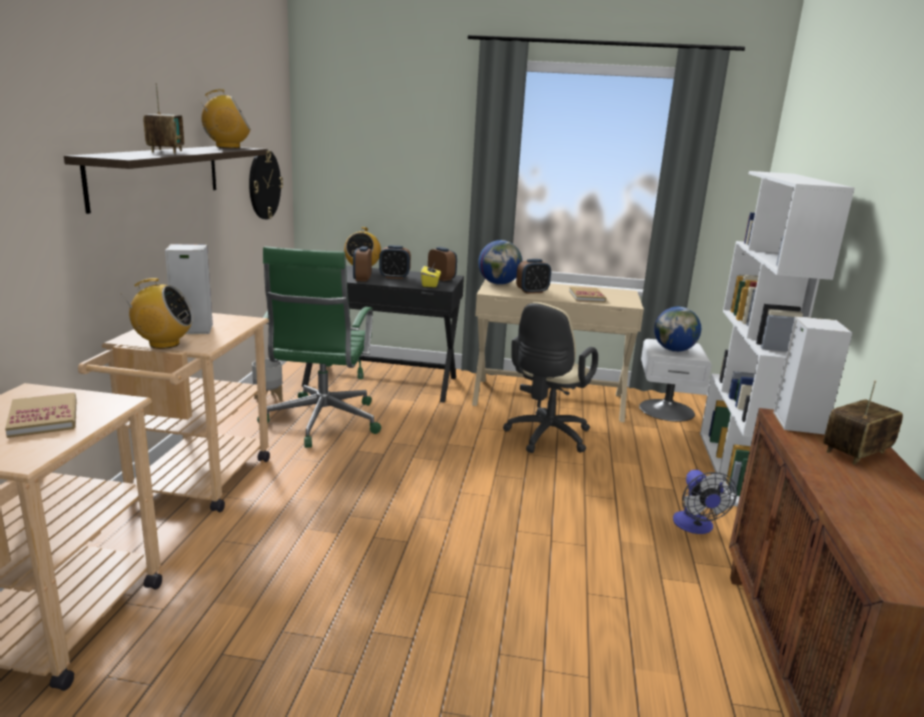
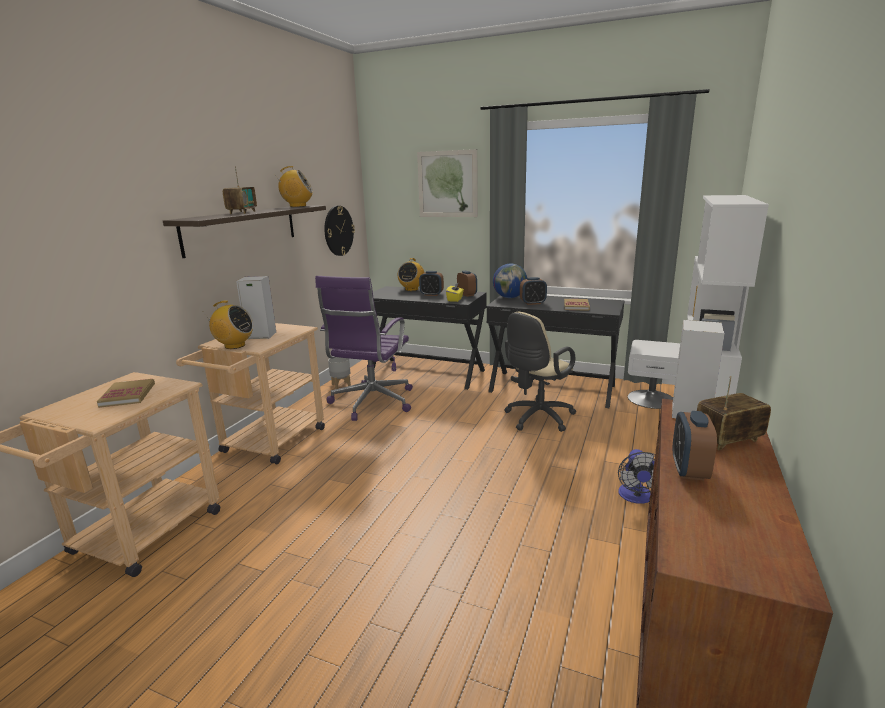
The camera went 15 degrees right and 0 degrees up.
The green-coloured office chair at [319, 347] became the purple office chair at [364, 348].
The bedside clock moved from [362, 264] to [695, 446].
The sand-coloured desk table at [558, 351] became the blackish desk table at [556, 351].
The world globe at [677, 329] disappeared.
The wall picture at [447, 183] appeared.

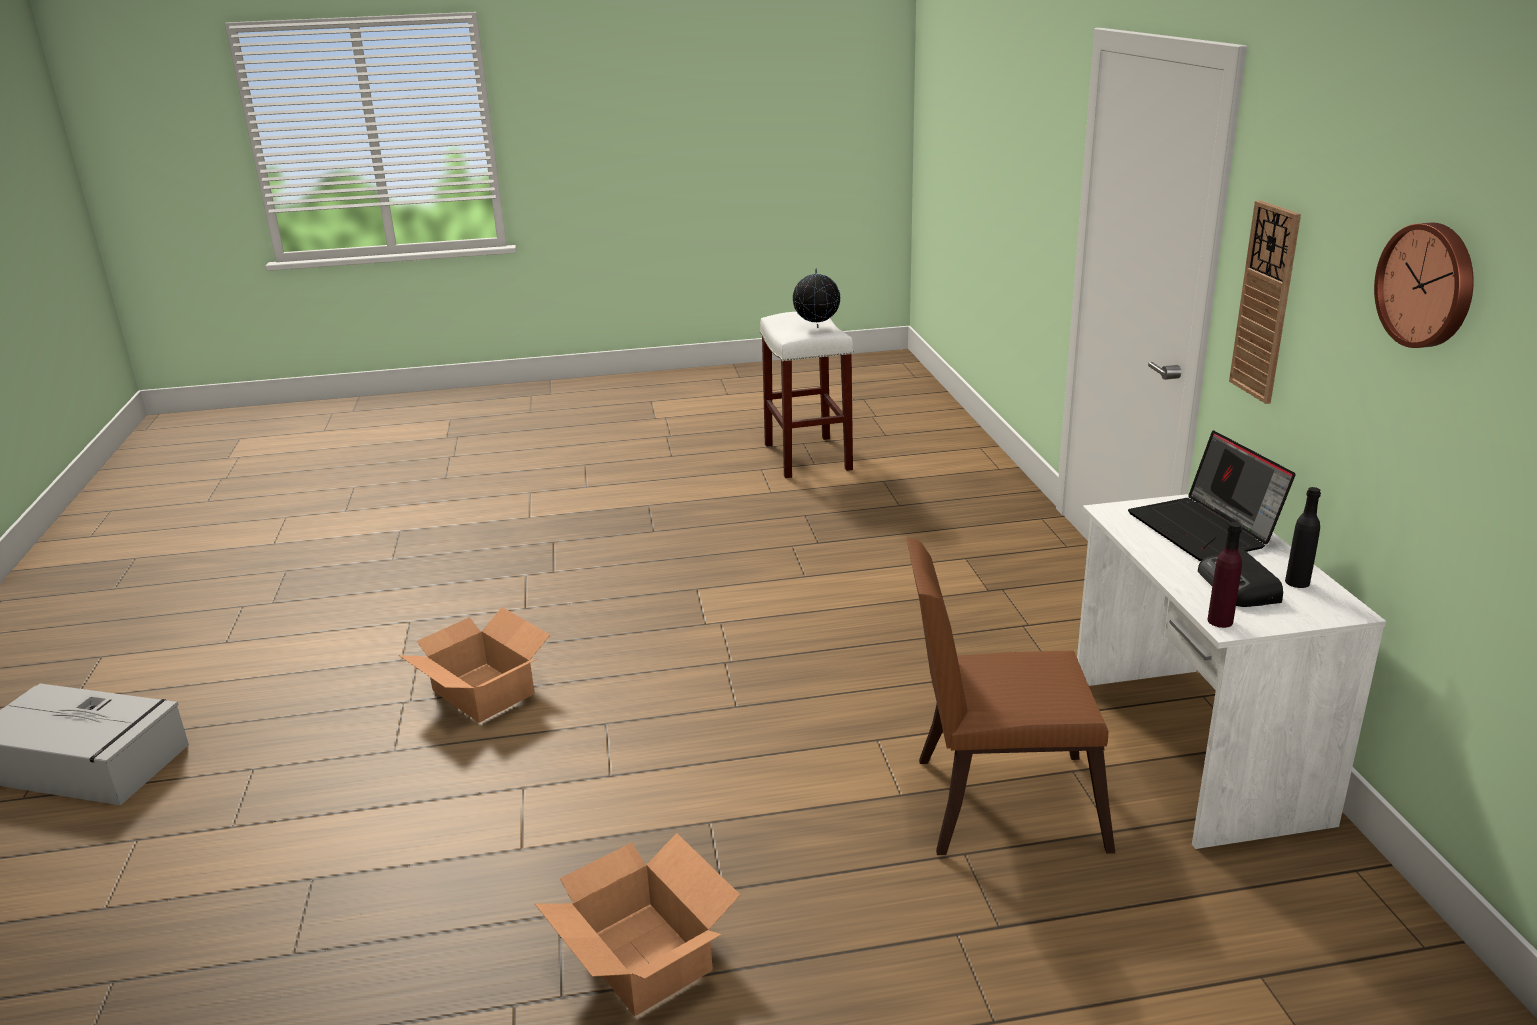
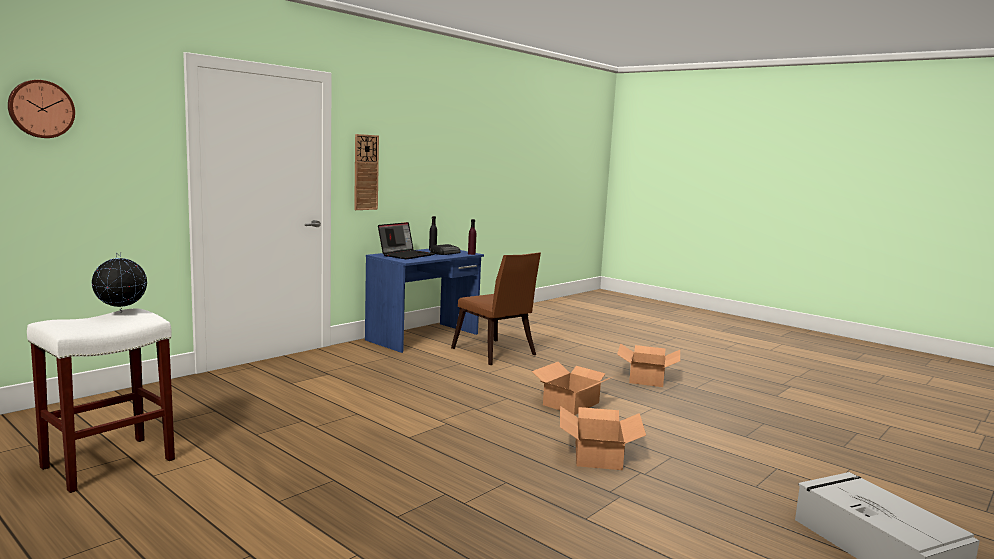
The camera went 130 degrees left and 15 degrees down.
The hanging clock moved from [1424, 285] to [41, 109].
The white-coloured desk table at [1231, 671] became the blue-coloured desk table at [424, 301].
The cardboard box at [573, 388] appeared.

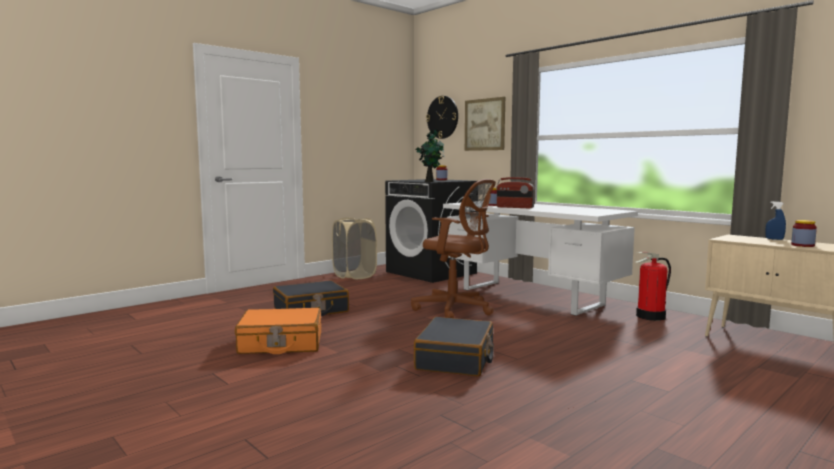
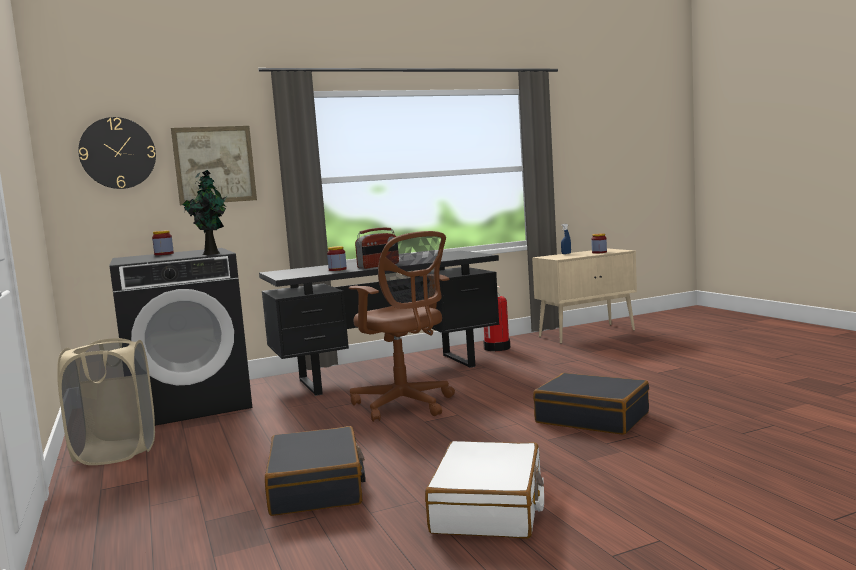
The camera went 70 degrees left and 0 degrees up.
The brownish office chair at [453, 248] turned 90 degrees clockwise.
The white-coloured desk table at [540, 259] became the blackish desk table at [379, 323].
The orange piece of luggage at [278, 331] became the white-coloured piece of luggage at [484, 490].

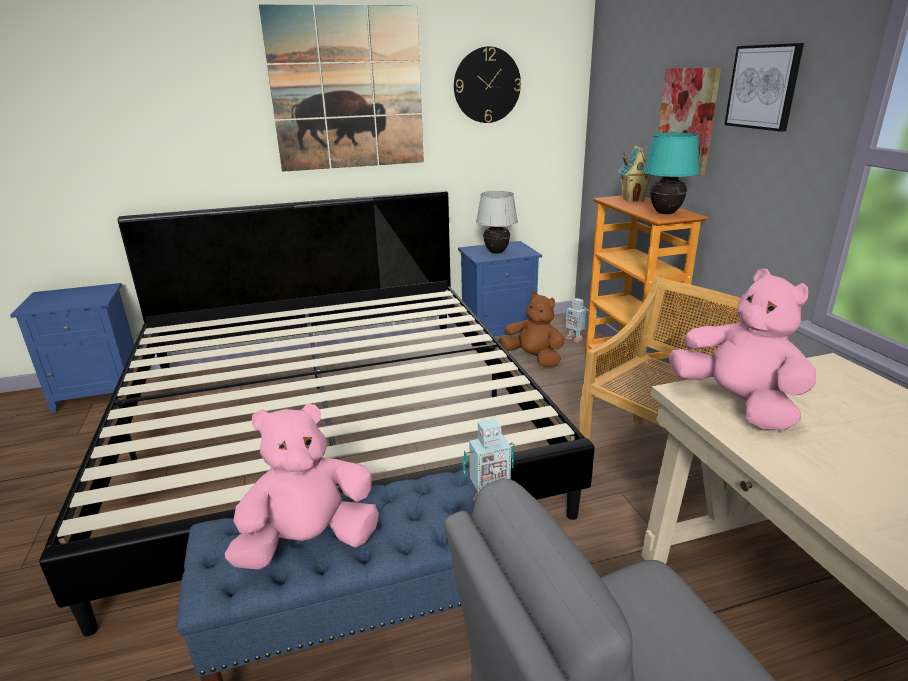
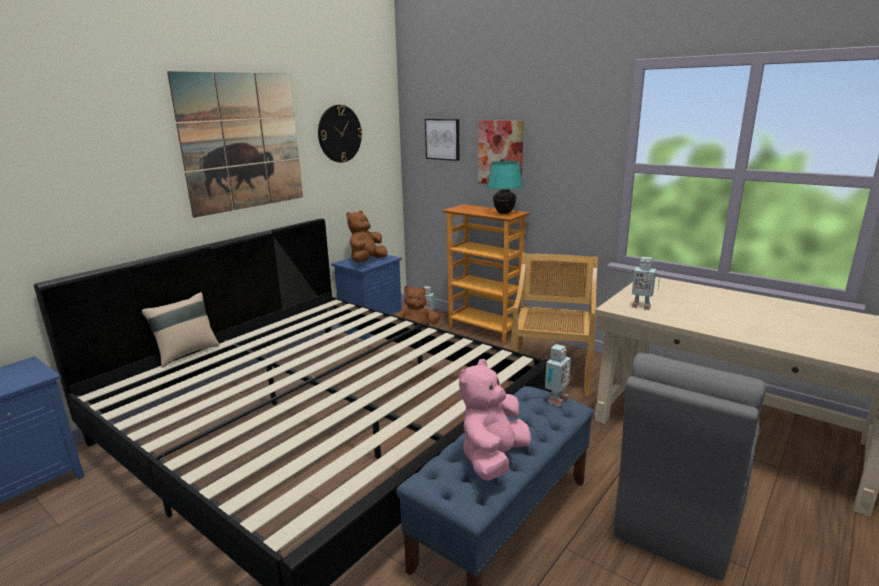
The camera went 35 degrees left and 5 degrees down.
The wall picture moved from [764, 87] to [442, 140].
The toy house at [636, 174] disappeared.
The white-coloured table lamp at [497, 222] was replaced by the brownish plush toy at [366, 236].
The pinkish plush toy at [742, 349] was replaced by the toy robot at [644, 283].
The sand-coloured pillow at [181, 330] appeared.

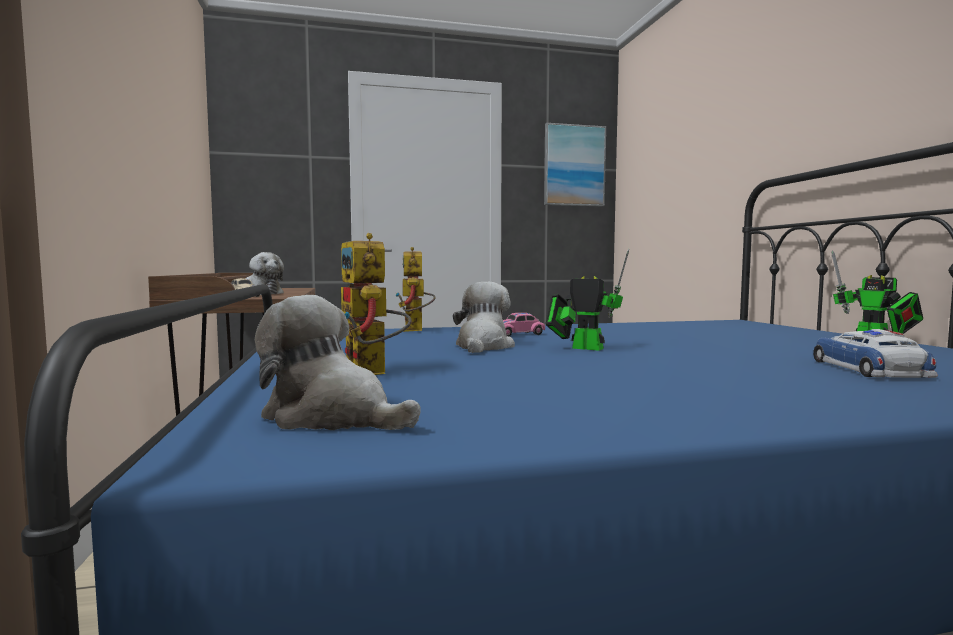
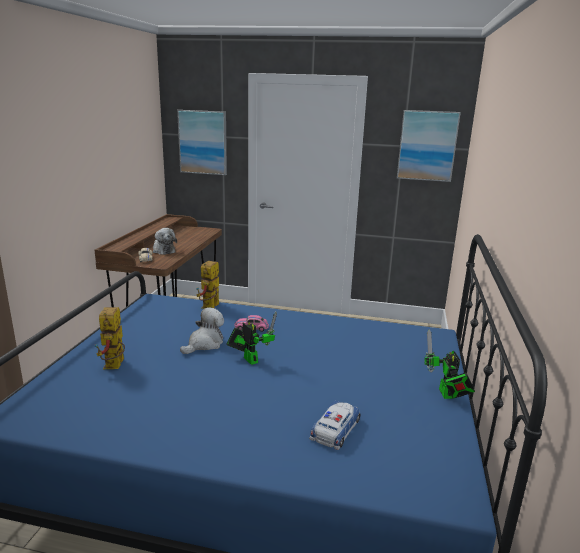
The camera went 25 degrees right and 15 degrees up.
The plush toy at [338, 362] disappeared.
The wall picture at [202, 142] appeared.

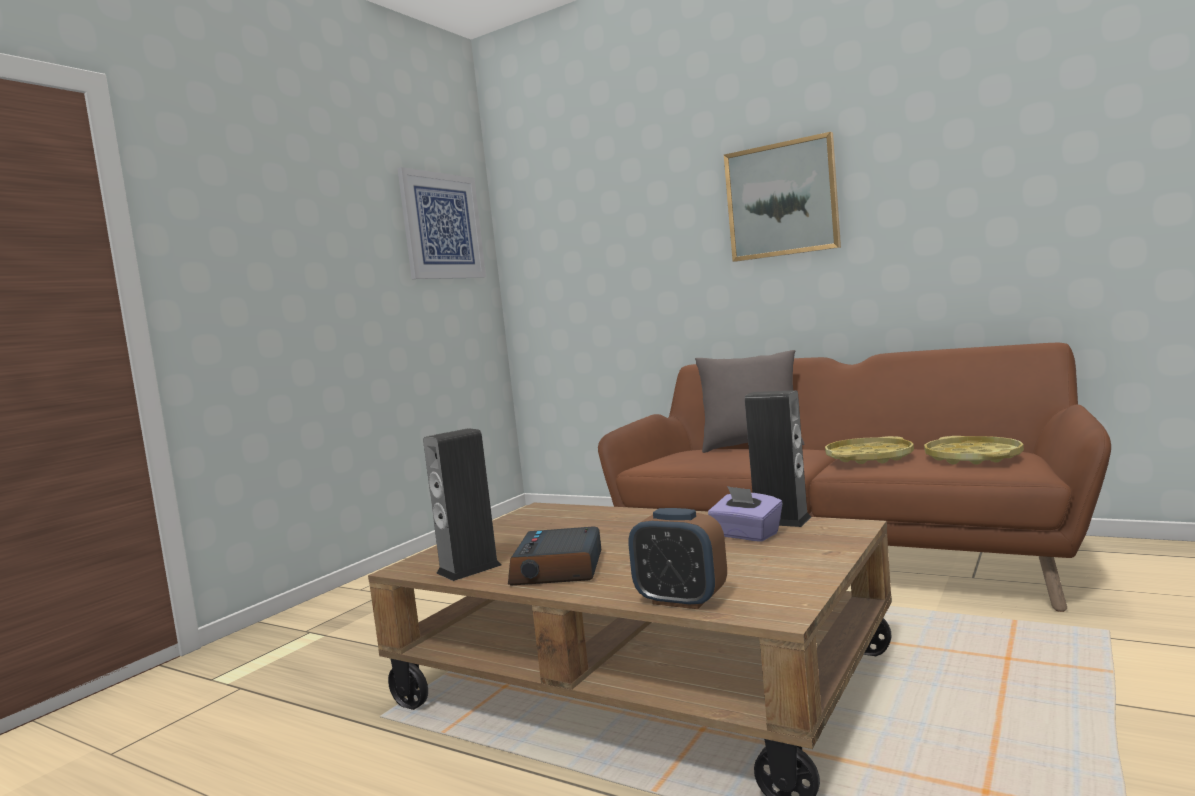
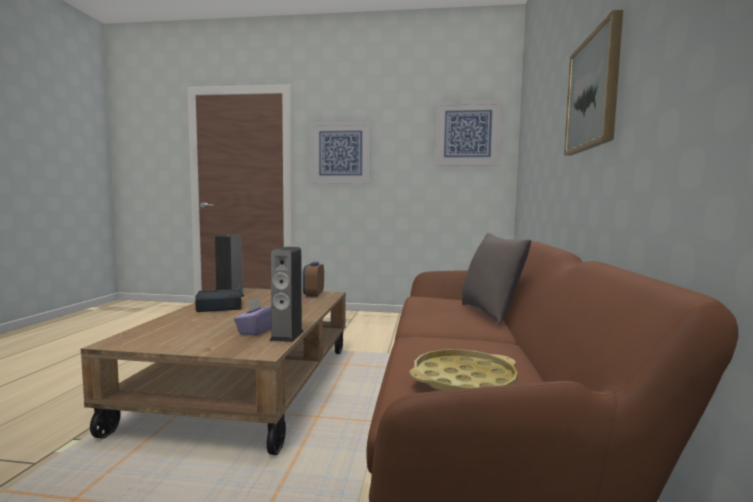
The camera went 65 degrees right and 0 degrees up.
The yellow-coloured carrying tray at [869, 450] disappeared.
The bedside clock moved from [677, 558] to [313, 279].
The wall picture at [341, 153] appeared.

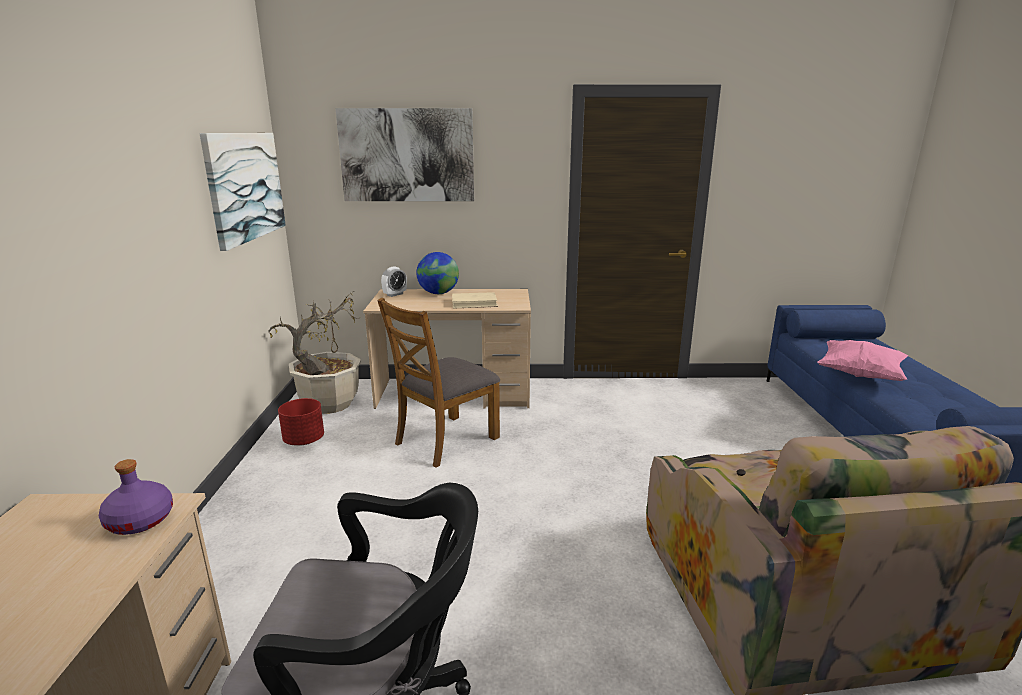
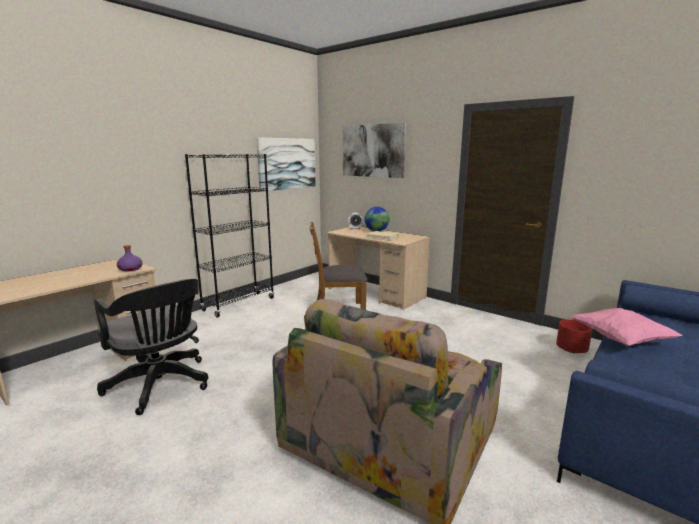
The camera went 40 degrees right and 5 degrees down.
The houseplant at [314, 352] disappeared.
The red-coloured plant pot moved from [301, 421] to [574, 336].
The blackish bookshelf at [229, 236] appeared.

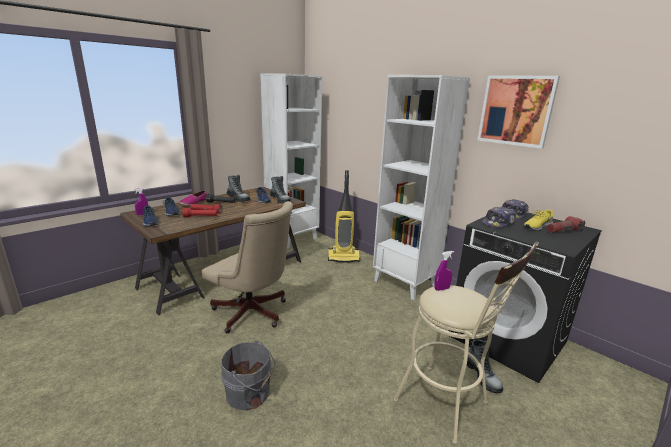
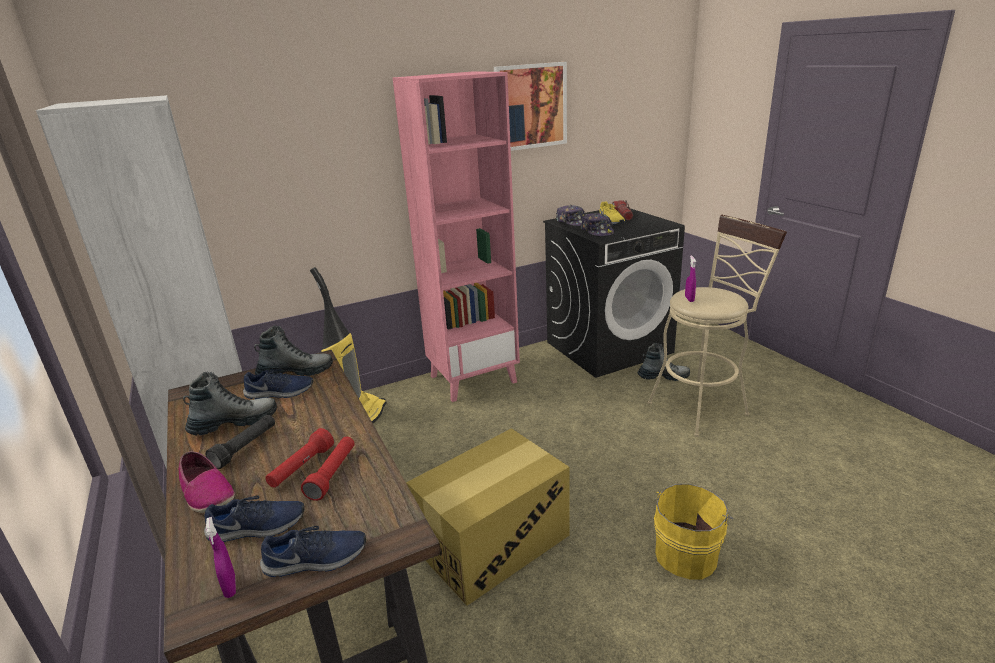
The camera went 70 degrees left and 5 degrees up.
The white-coloured bookshelf at [421, 187] became the pinkish bookshelf at [456, 236].
The sand-coloured office chair at [247, 267] was replaced by the cardboard box at [488, 517].
The grey water bucket at [248, 375] became the yellow-coloured water bucket at [694, 532].

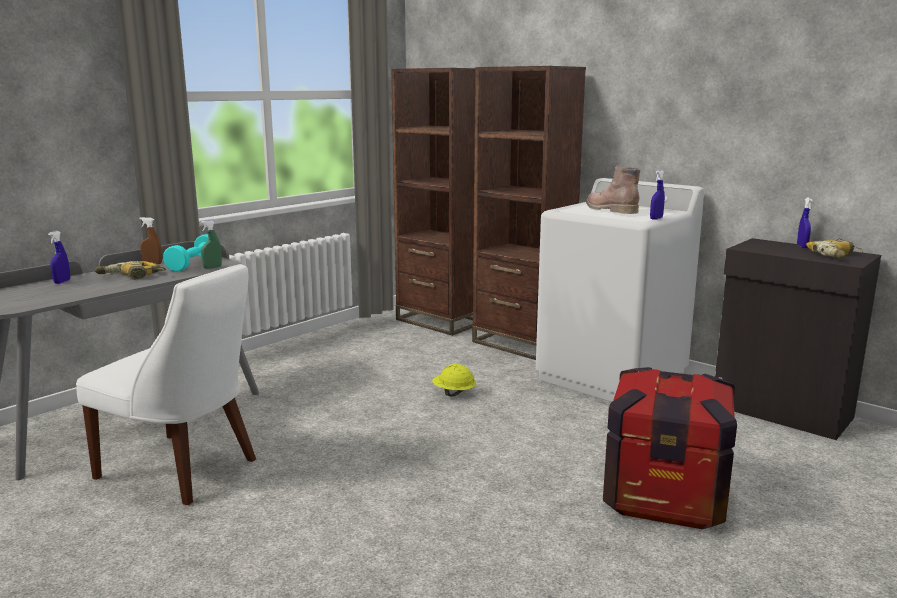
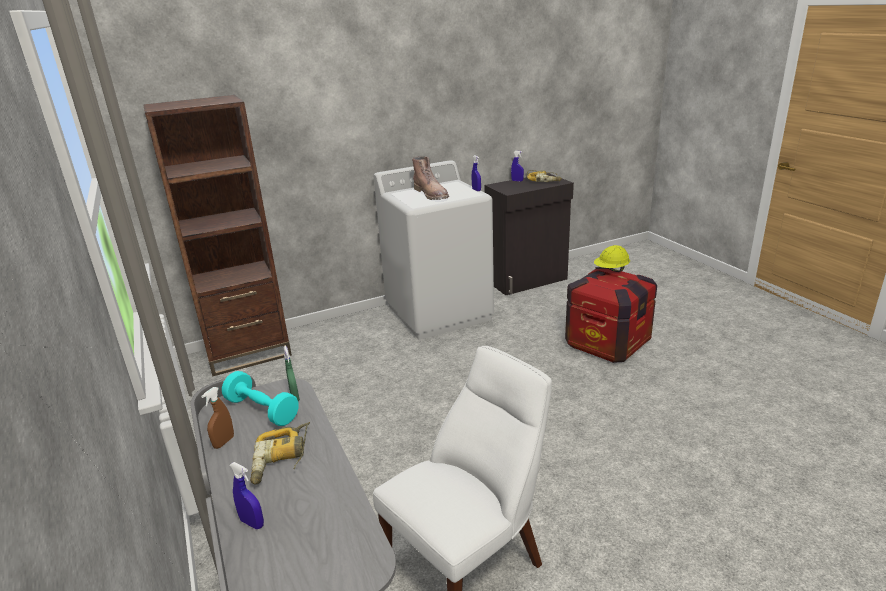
The camera went 65 degrees left and 10 degrees up.
The brownish bookshelf at [529, 213] disappeared.
The brownish boot at [613, 190] turned 120 degrees counterclockwise.
The yellow-coloured work helmet moved from [454, 380] to [612, 258].

